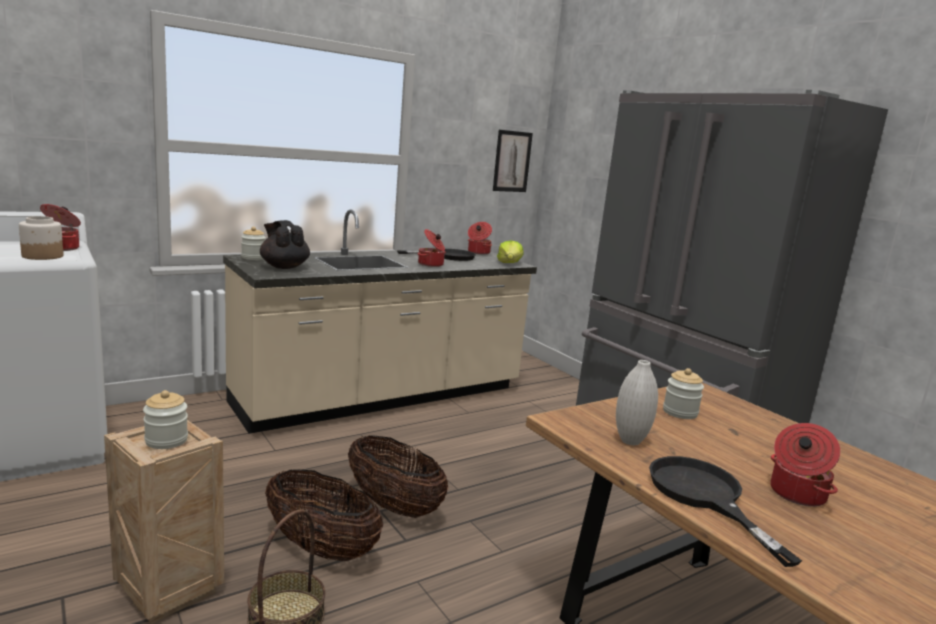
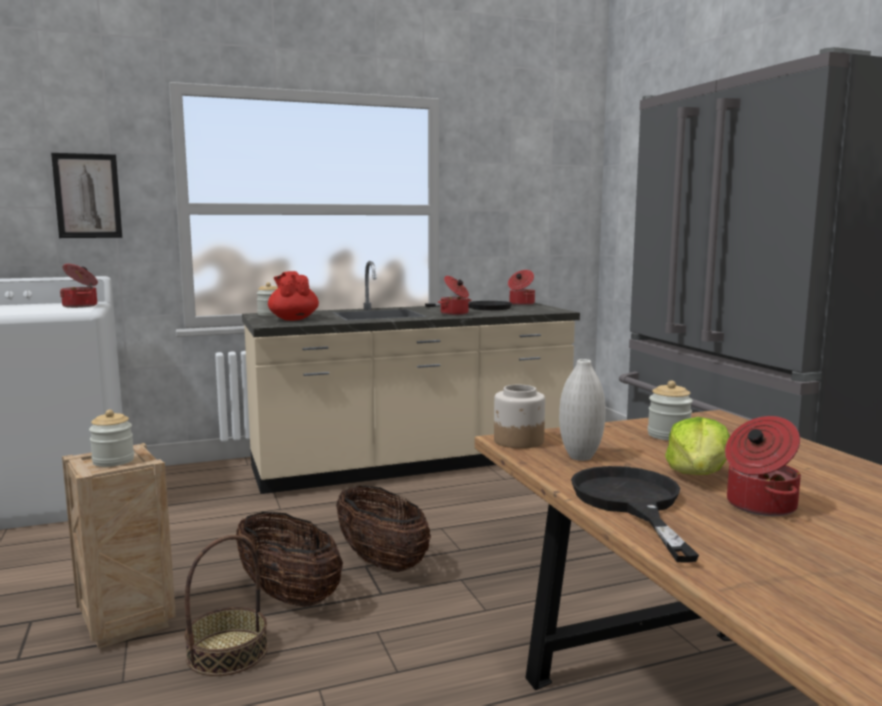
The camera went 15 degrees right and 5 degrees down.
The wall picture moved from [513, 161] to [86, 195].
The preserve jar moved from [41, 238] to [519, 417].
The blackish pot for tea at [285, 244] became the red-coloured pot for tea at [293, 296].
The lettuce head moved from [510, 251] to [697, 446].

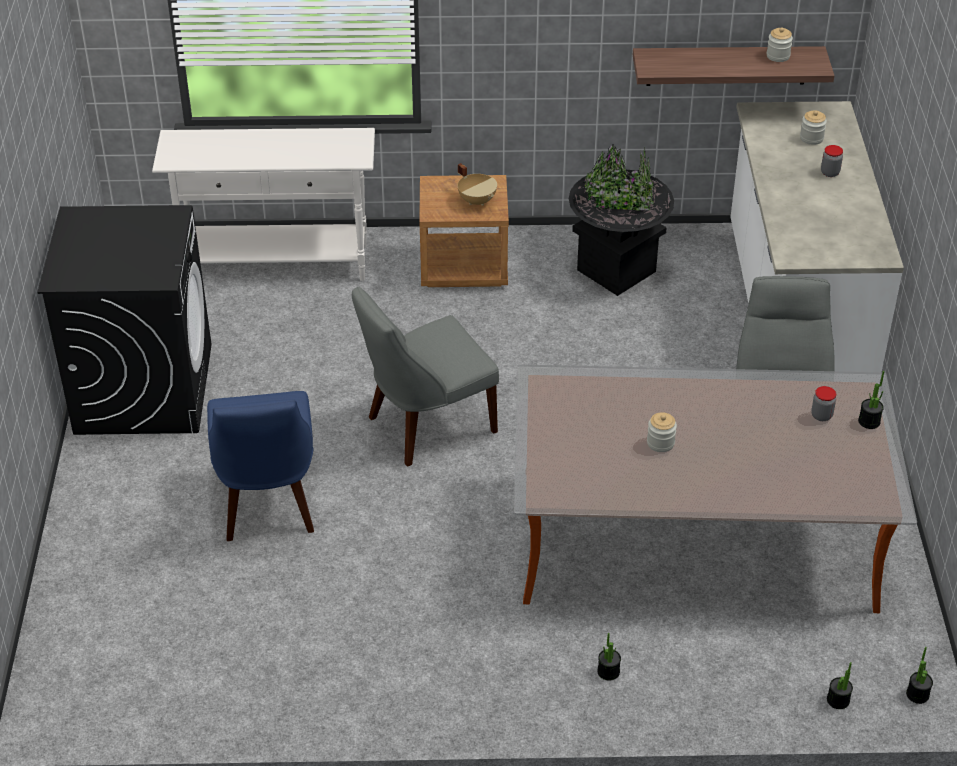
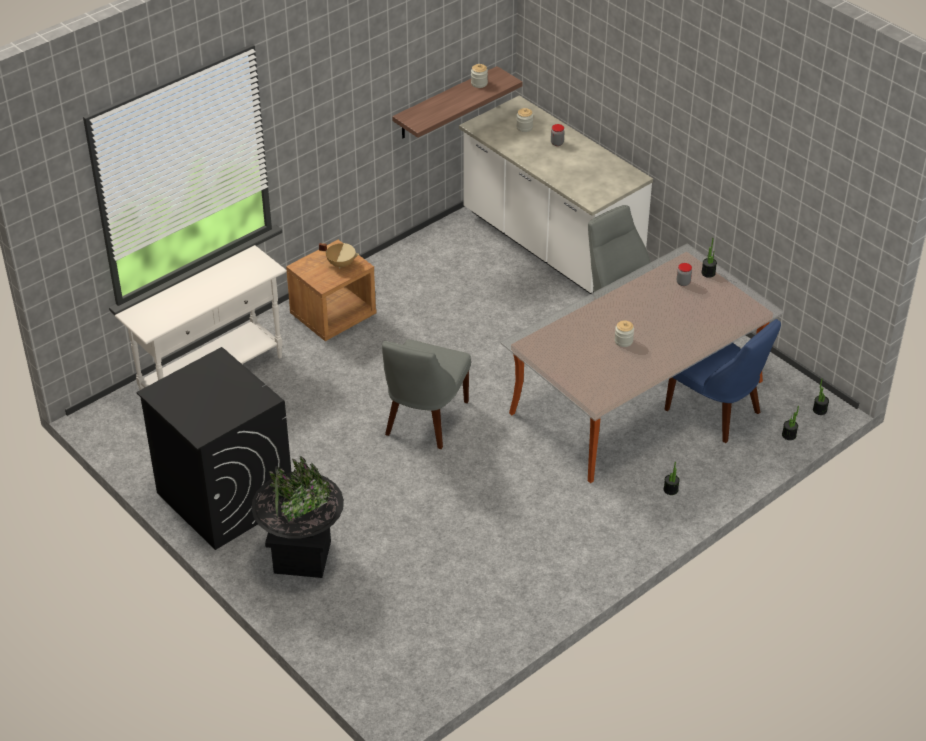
The camera went 40 degrees left and 0 degrees up.
The blackish plant pot moved from [621, 220] to [298, 517].
The blue-coloured plain chair moved from [260, 466] to [722, 381].

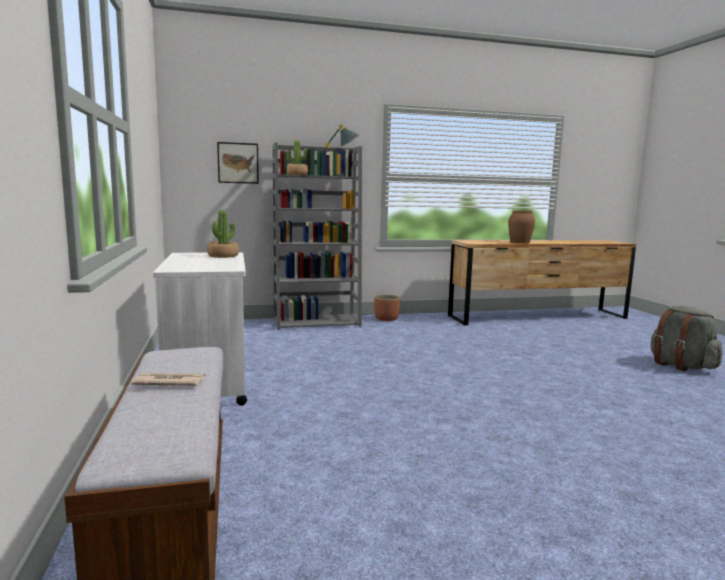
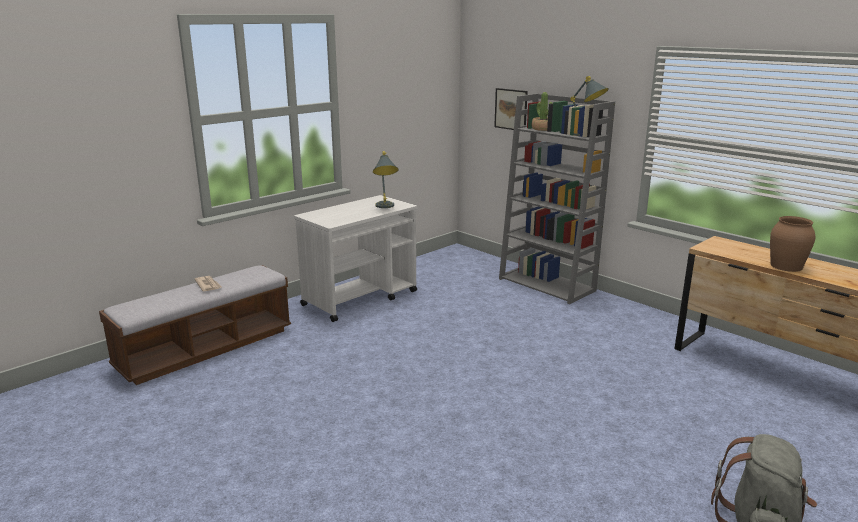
The camera went 60 degrees right and 10 degrees up.
The houseplant at [223, 234] was replaced by the grey table lamp at [386, 179].
The plant pot at [387, 308] disappeared.

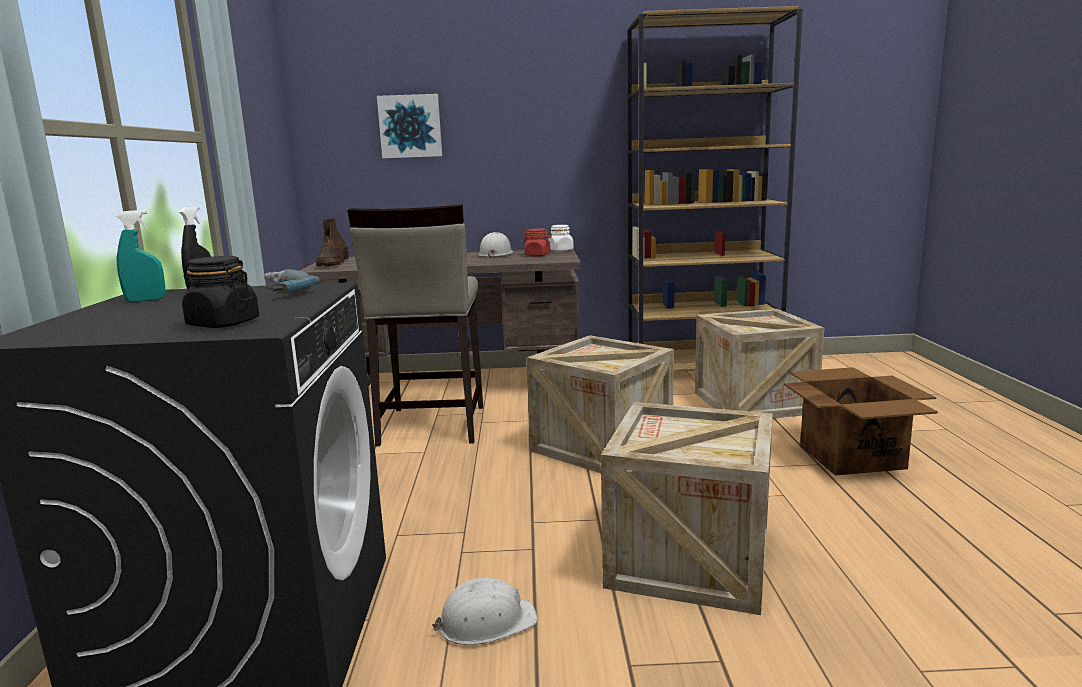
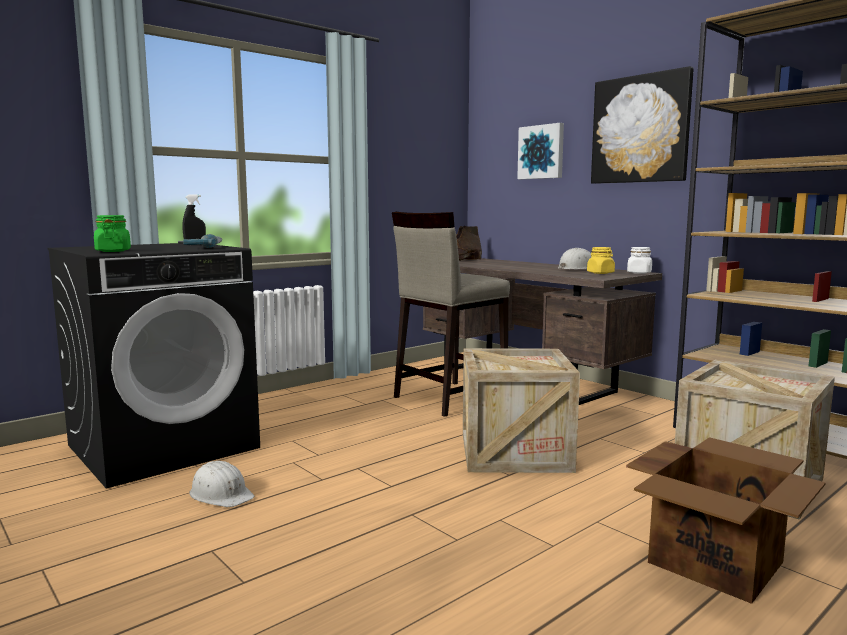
The camera went 50 degrees right and 5 degrees down.
The turquoise-coloured hand sprayer at [140, 256] disappeared.
The red-coloured preserve jar at [537, 242] became the yellow-coloured preserve jar at [601, 260].
The blackish preserve jar at [220, 292] became the green-coloured preserve jar at [112, 233].
The shipping crate at [687, 508] disappeared.
The wall picture at [642, 125] appeared.

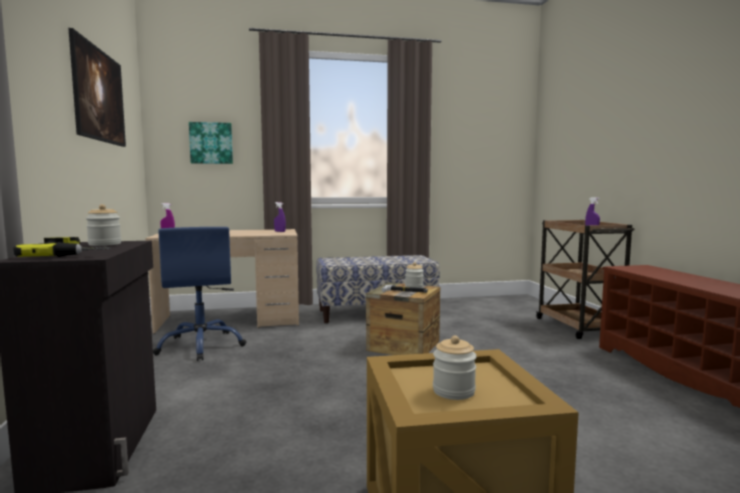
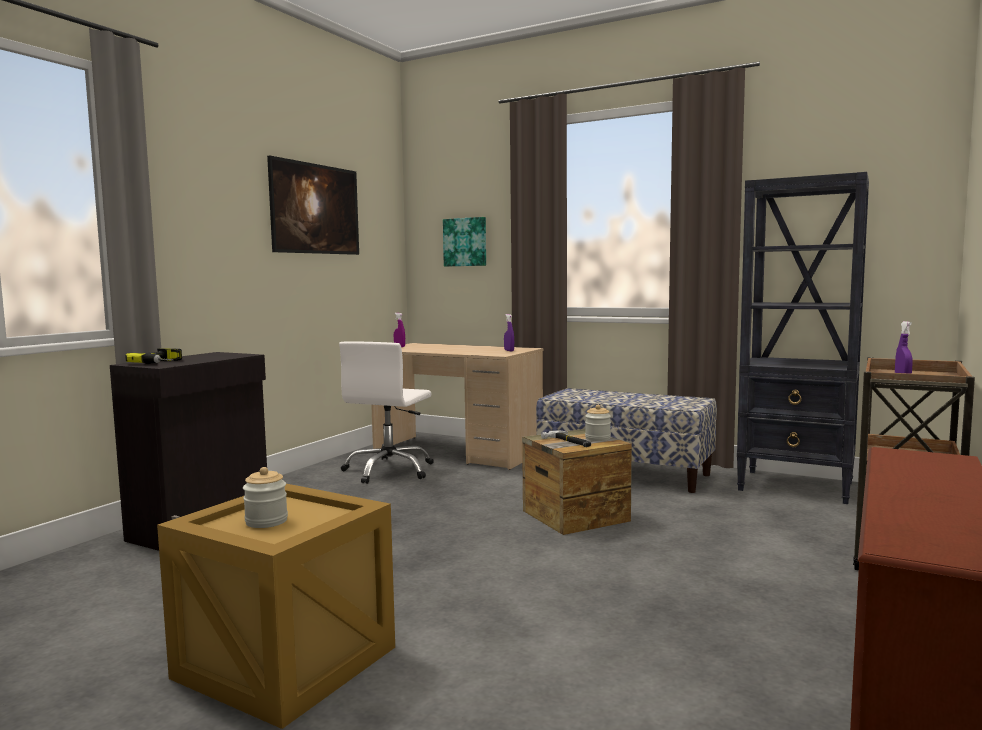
The camera went 40 degrees right and 0 degrees up.
The preserve jar at [103, 225] disappeared.
The blue-coloured office chair at [199, 294] became the white-coloured office chair at [386, 413].
The blackish bookshelf at [803, 338] appeared.

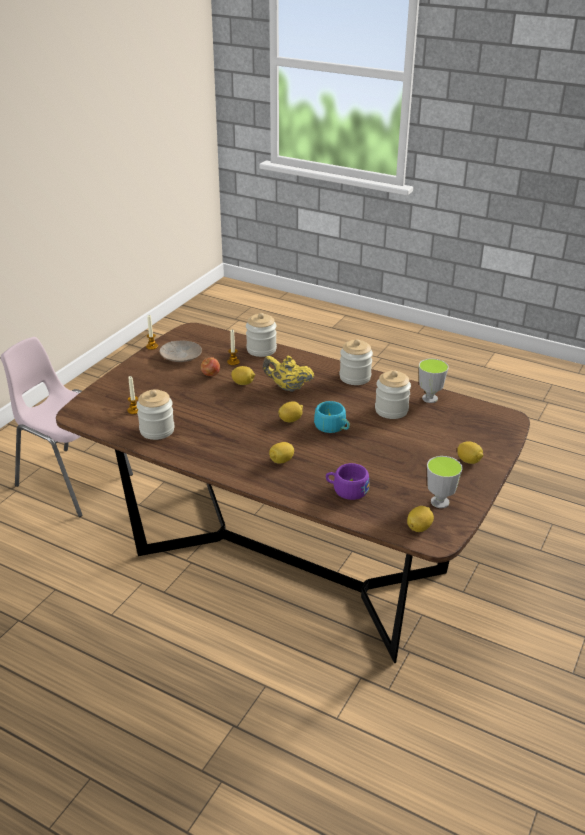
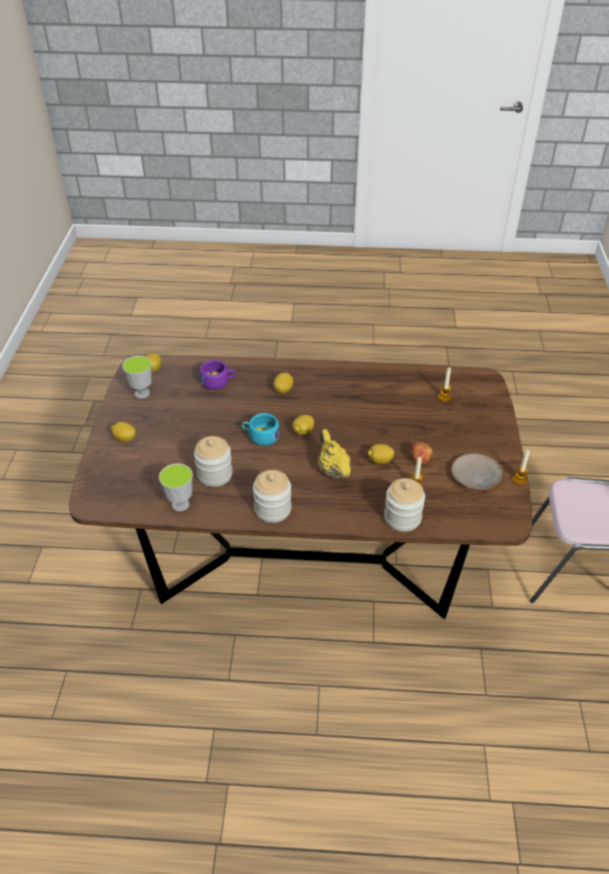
The camera went 155 degrees right and 10 degrees up.
The yellow-coloured pot for tea at [288, 373] turned 105 degrees counterclockwise.
The preserve jar at [155, 414] disappeared.

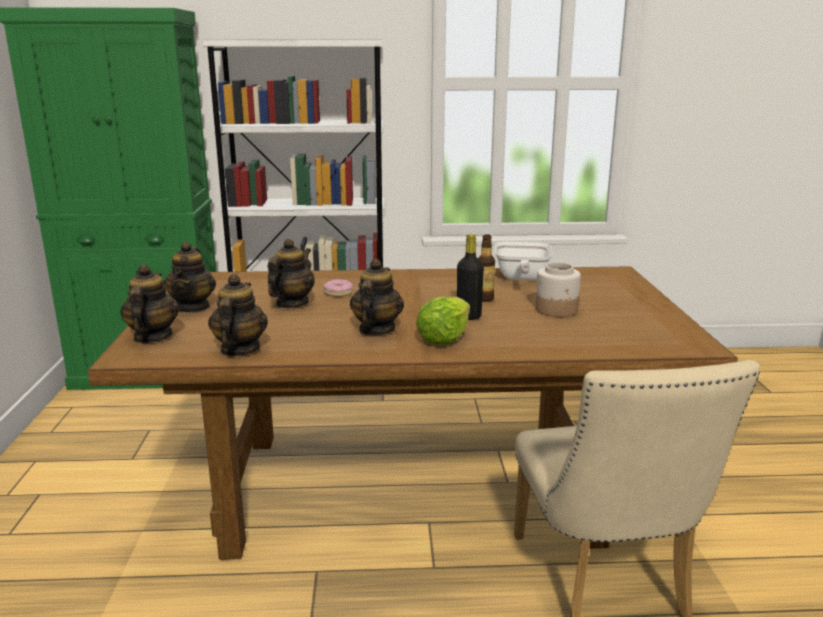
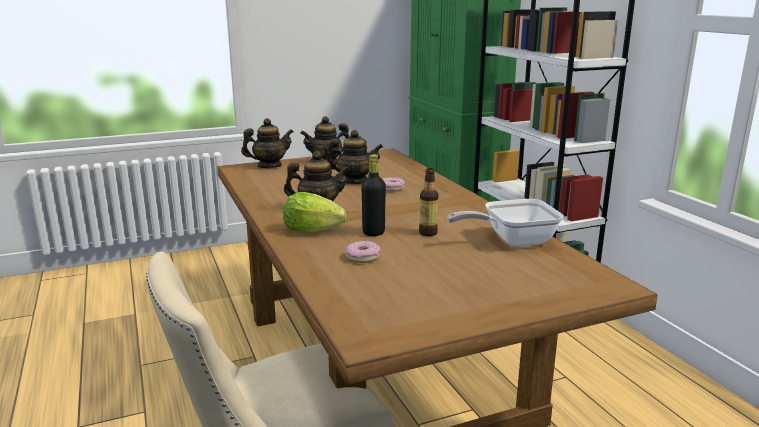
The camera went 70 degrees right and 0 degrees up.
The preserve jar at [558, 289] disappeared.
The pot for tea at [238, 315] disappeared.
The donut at [363, 252] appeared.

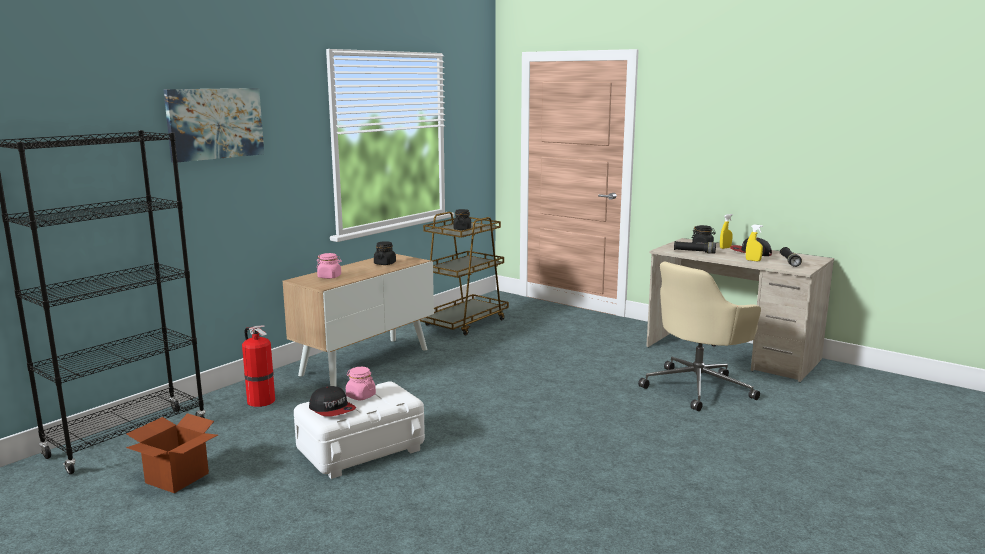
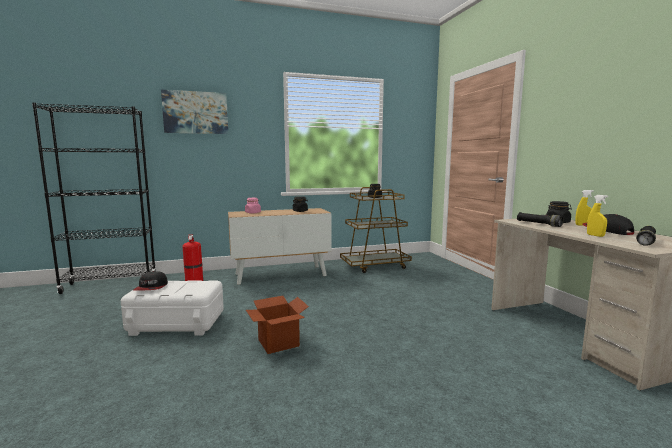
The camera went 35 degrees right and 5 degrees down.
The sand-coloured office chair at [699, 336] disappeared.
The pinkish preserve jar at [361, 383] disappeared.
The cardboard box moved from [172, 453] to [277, 325].

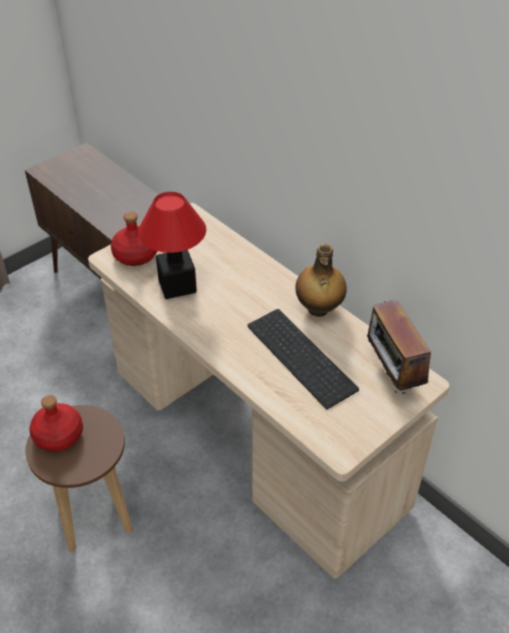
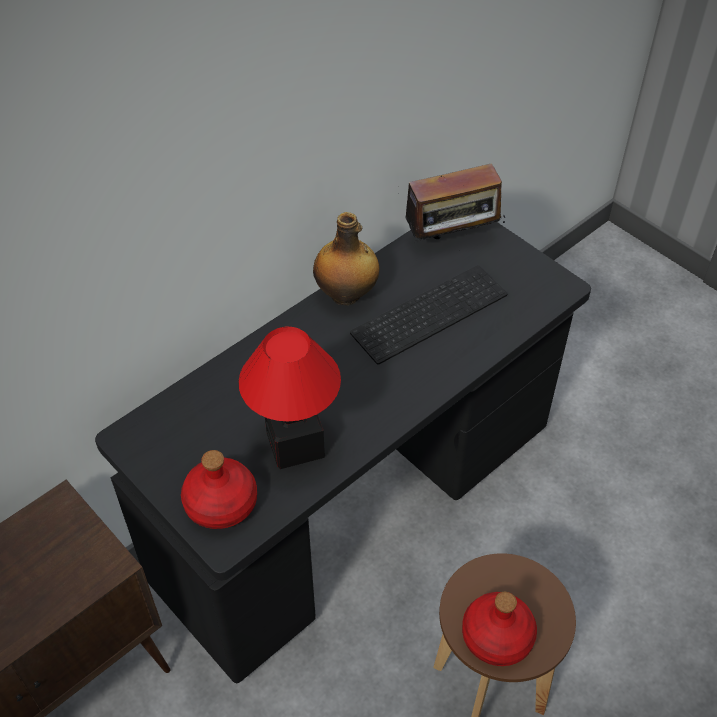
The camera went 90 degrees left and 5 degrees up.
The sand-coloured desk table at [269, 391] became the blackish desk table at [343, 452].

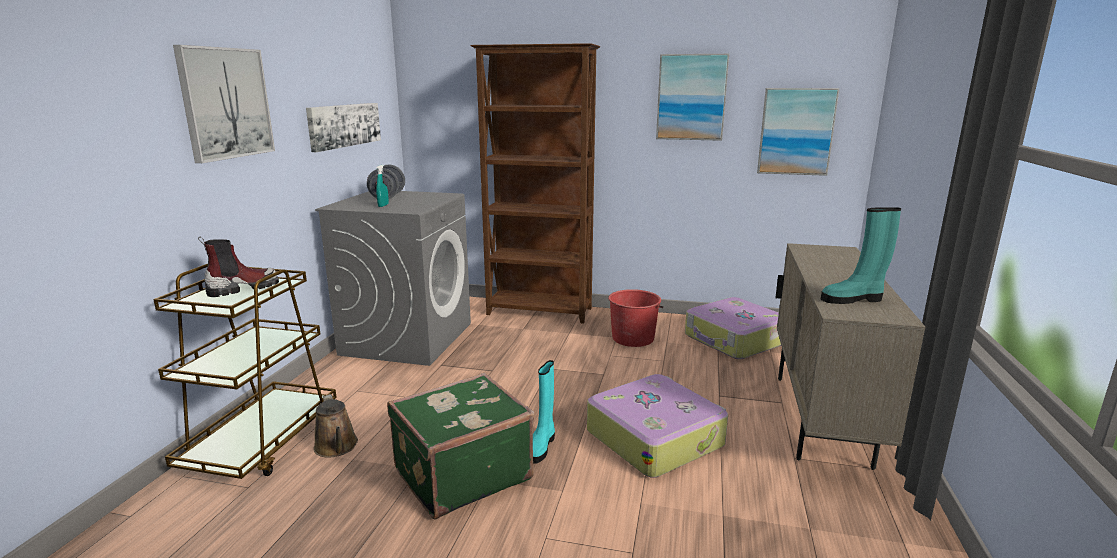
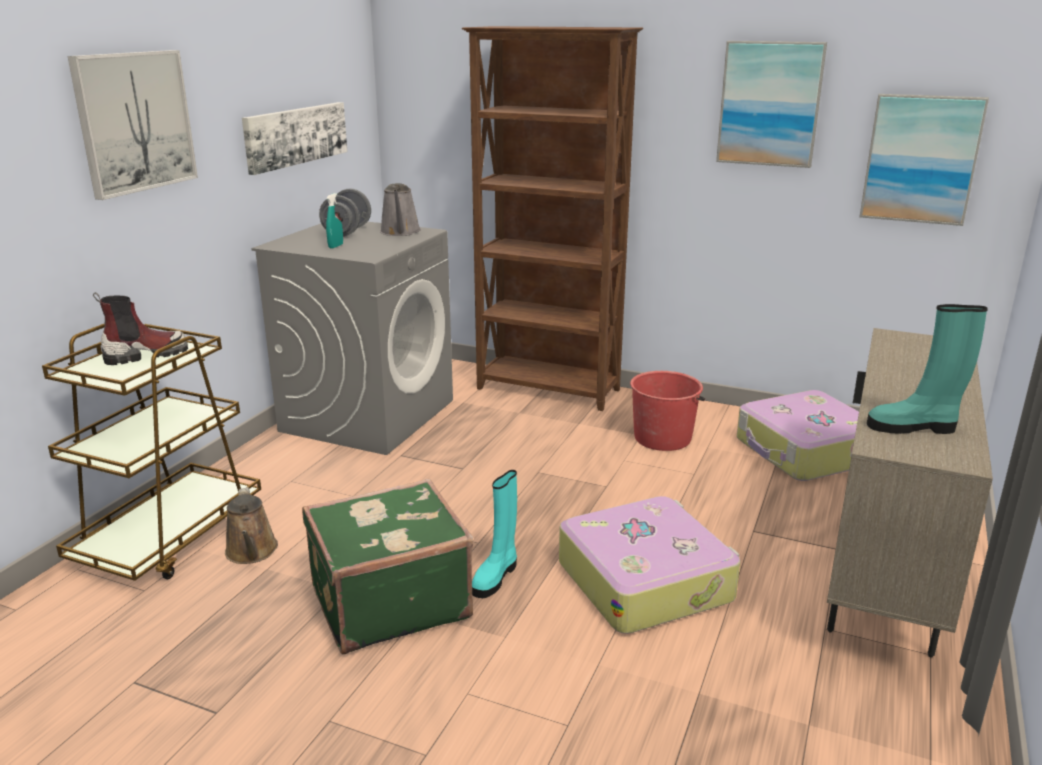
The camera went 10 degrees right and 5 degrees up.
The grey sprinkling can at [400, 209] appeared.

